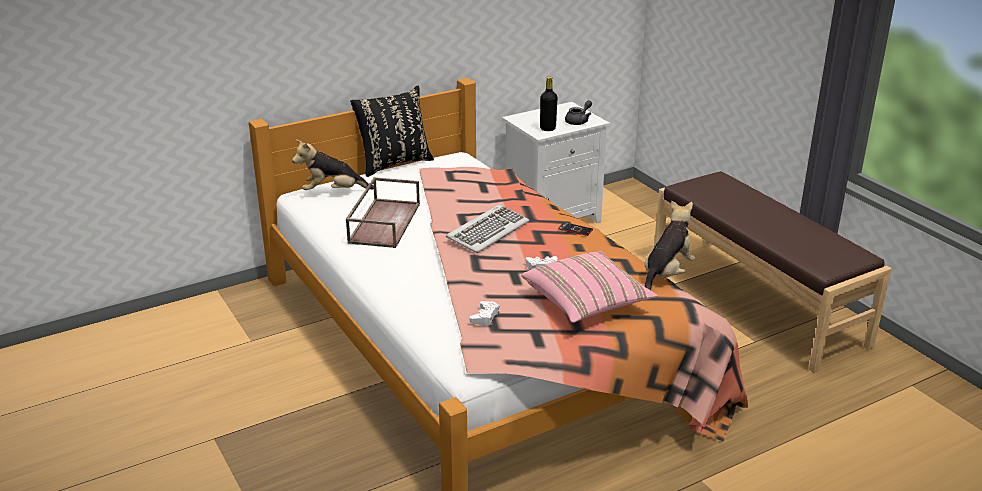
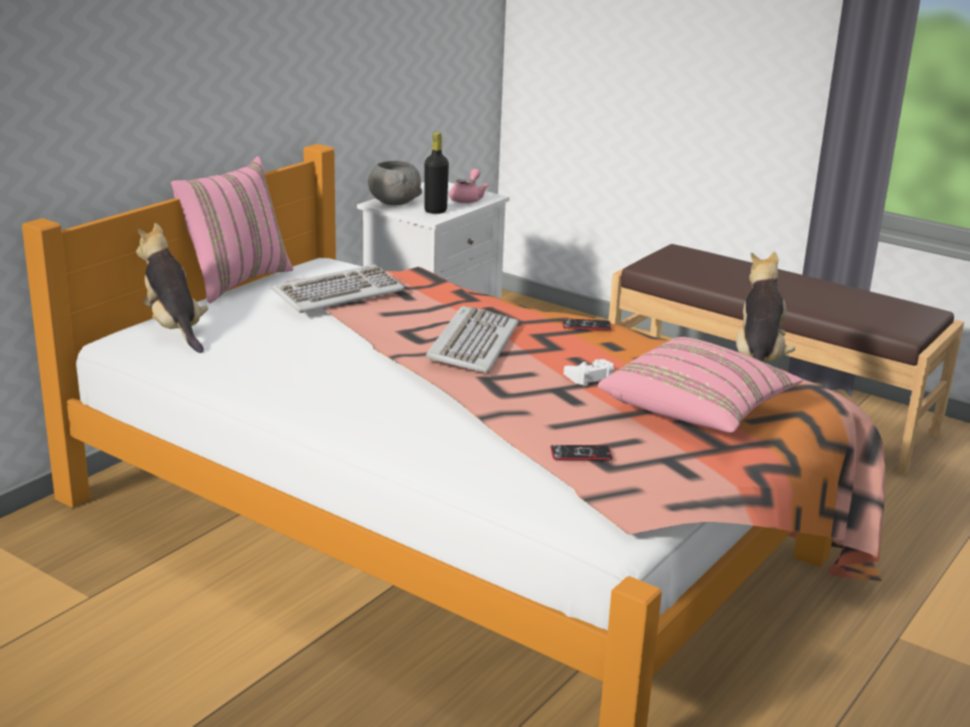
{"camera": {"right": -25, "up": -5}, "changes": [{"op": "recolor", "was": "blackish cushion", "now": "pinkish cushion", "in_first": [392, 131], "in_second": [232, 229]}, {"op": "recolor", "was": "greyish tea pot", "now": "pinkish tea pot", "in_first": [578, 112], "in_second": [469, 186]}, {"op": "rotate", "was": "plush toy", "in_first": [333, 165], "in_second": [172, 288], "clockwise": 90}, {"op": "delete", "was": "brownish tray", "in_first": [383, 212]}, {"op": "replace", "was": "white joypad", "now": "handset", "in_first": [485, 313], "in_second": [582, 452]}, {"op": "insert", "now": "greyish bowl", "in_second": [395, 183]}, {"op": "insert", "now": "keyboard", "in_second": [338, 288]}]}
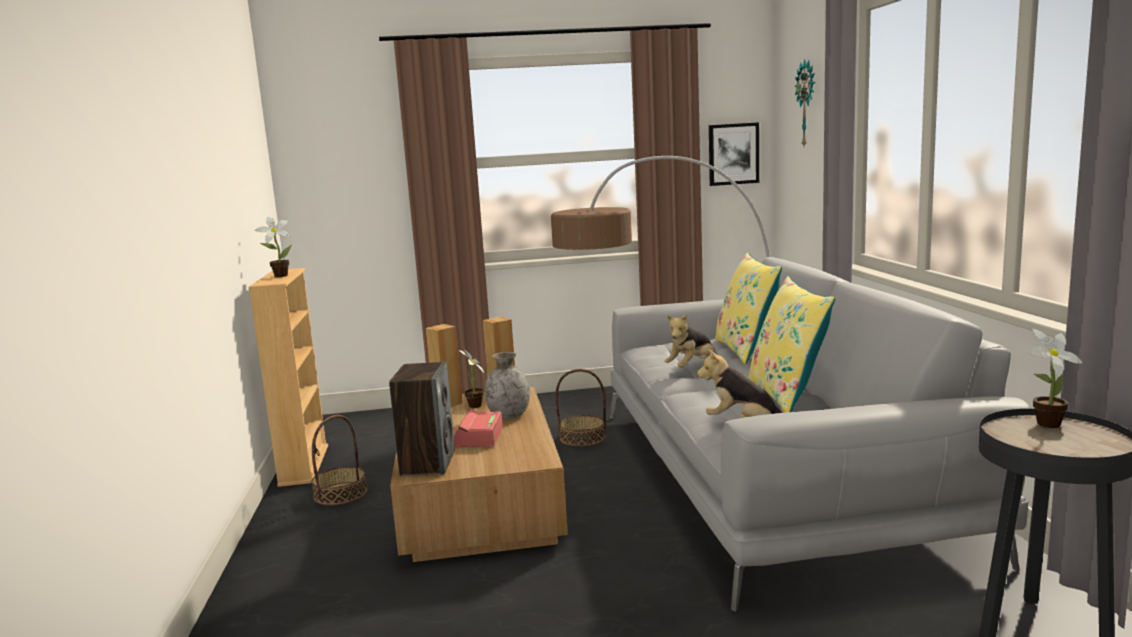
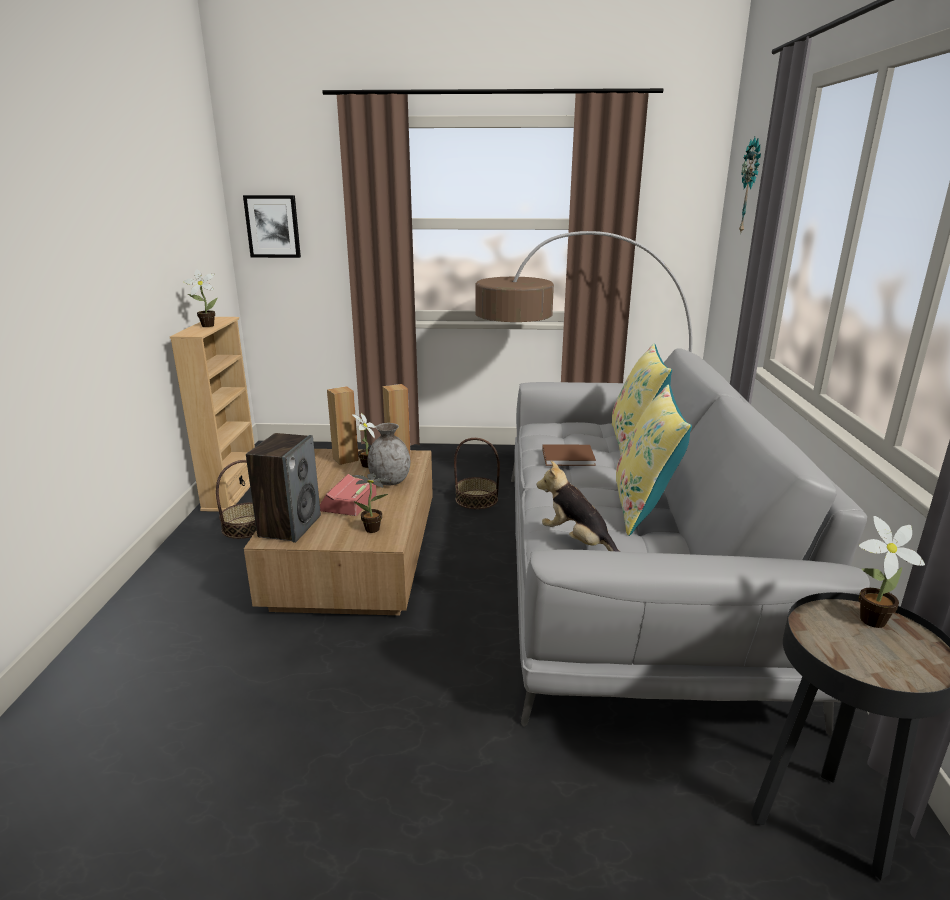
{"camera": {"right": 10, "up": 10}, "changes": [{"op": "move", "was": "wall picture", "in_first": [734, 154], "in_second": [272, 226]}, {"op": "replace", "was": "plush toy", "now": "brownish bound book", "in_first": [690, 340], "in_second": [569, 455]}, {"op": "insert", "now": "potted plant", "in_second": [370, 503]}]}
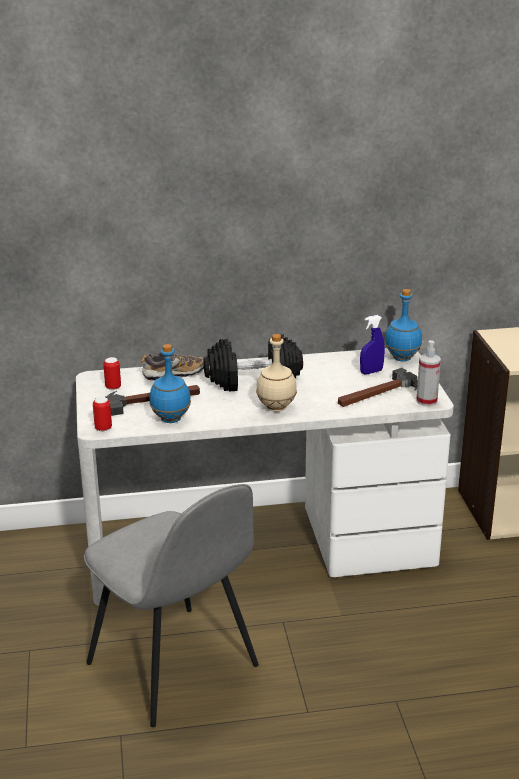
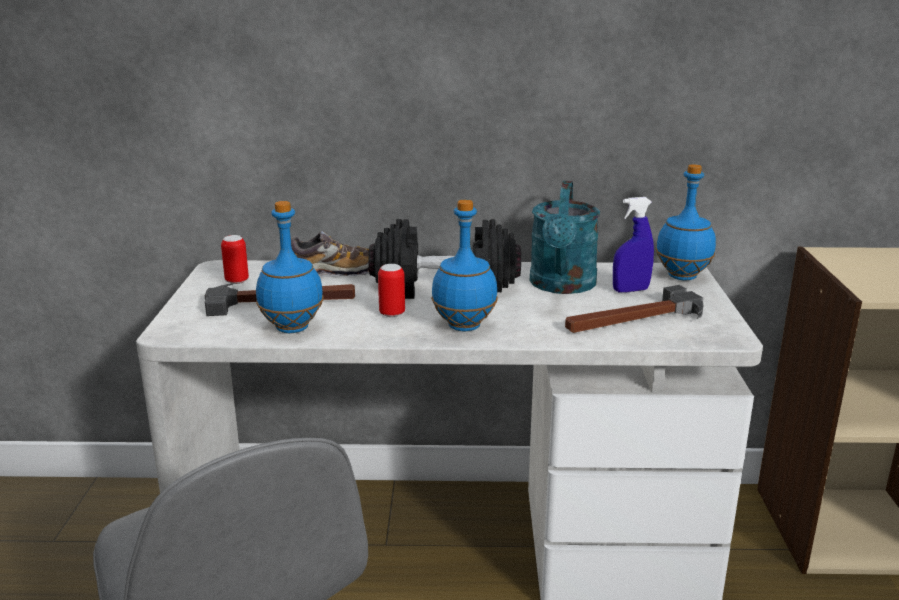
{"camera": {"right": 10, "up": -5}, "changes": [{"op": "recolor", "was": "beige bottle", "now": "blue-coloured bottle", "in_first": [276, 373], "in_second": [464, 265]}, {"op": "delete", "was": "sprayer", "in_first": [428, 373]}, {"op": "move", "was": "can", "in_first": [102, 414], "in_second": [391, 290]}, {"op": "insert", "now": "blue-green watering pot", "in_second": [564, 237]}]}
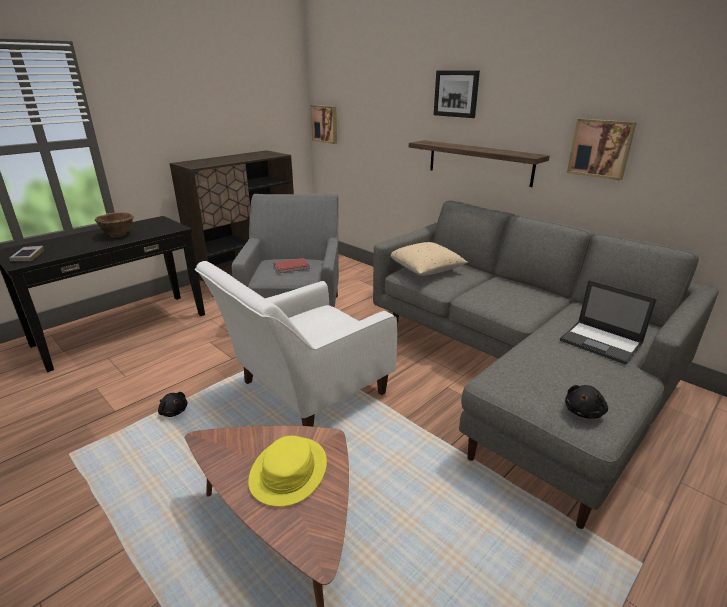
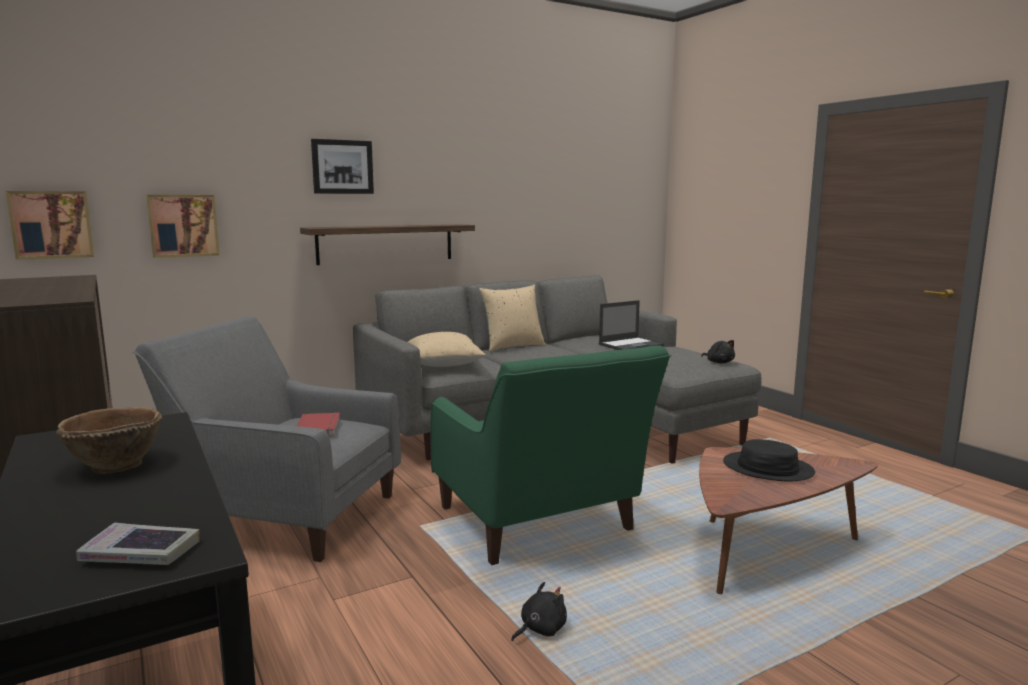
{"camera": {"right": -75, "up": -15}, "changes": [{"op": "move", "was": "wall picture", "in_first": [602, 149], "in_second": [183, 226]}, {"op": "recolor", "was": "white armchair", "now": "green-coloured armchair", "in_first": [296, 344], "in_second": [551, 455]}, {"op": "recolor", "was": "yellow clothing hat", "now": "blackish clothing hat", "in_first": [287, 471], "in_second": [769, 460]}, {"op": "insert", "now": "beige cushion", "in_second": [512, 318]}]}
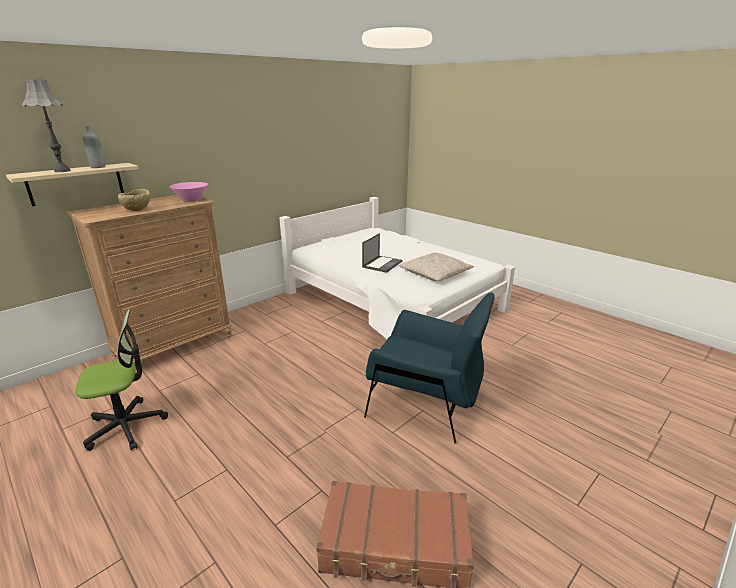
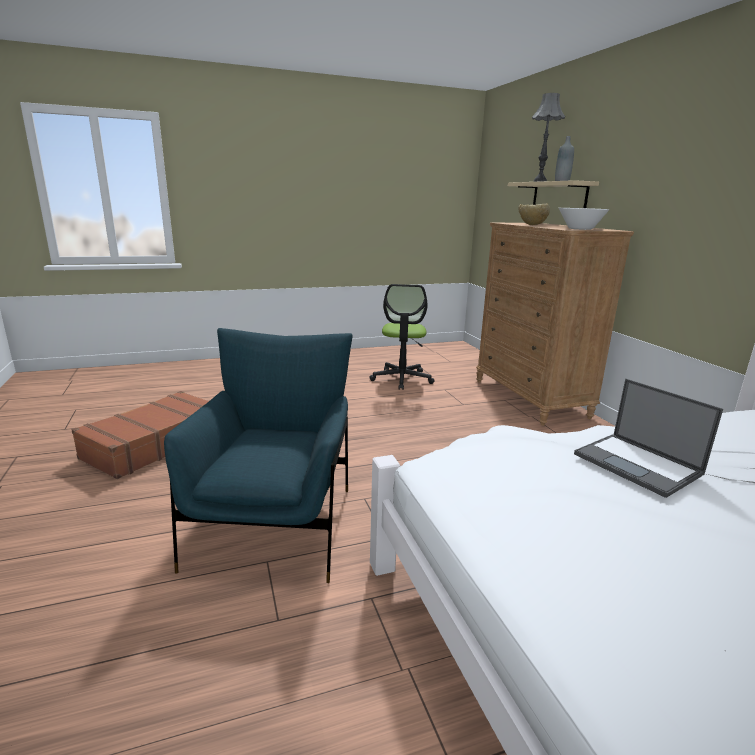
{"camera": {"right": 115, "up": -5}, "changes": [{"op": "recolor", "was": "pinkish bowl", "now": "white bowl", "in_first": [189, 192], "in_second": [584, 219]}, {"op": "delete", "was": "beige cushion", "in_first": [436, 267]}, {"op": "rotate", "was": "blue-coloured armchair", "in_first": [429, 368], "in_second": [258, 455], "clockwise": 135}]}
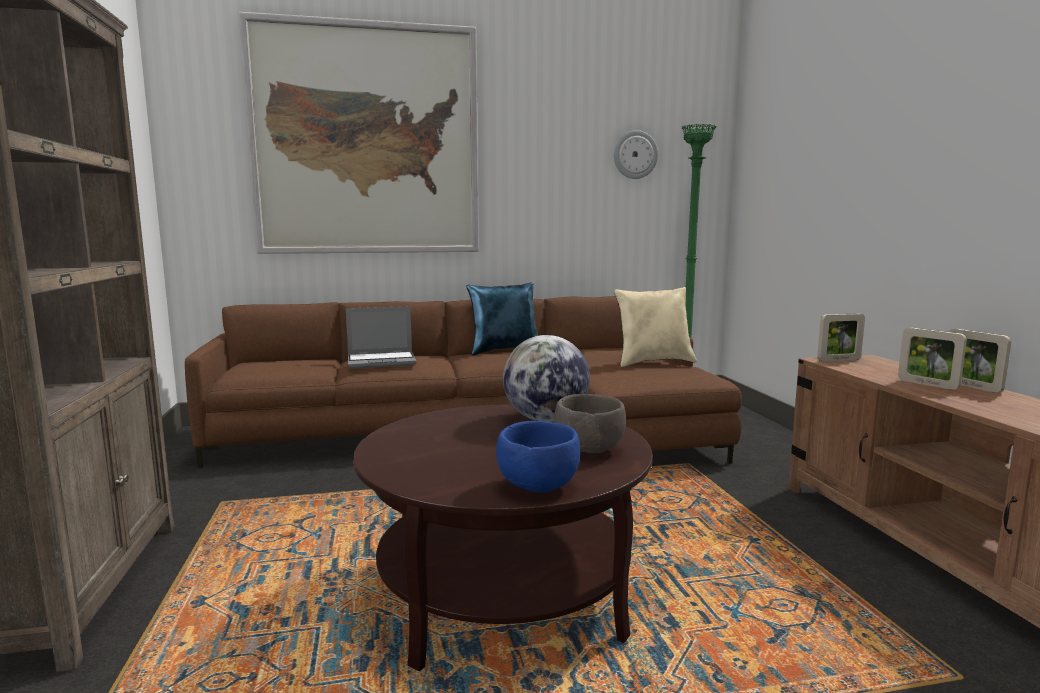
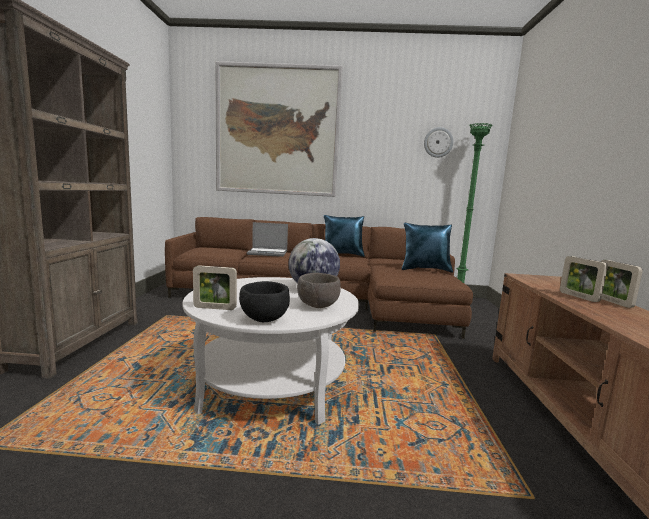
{"camera": {"right": 15, "up": 0}, "changes": [{"op": "recolor", "was": "beige cushion", "now": "blue-coloured cushion", "in_first": [655, 327], "in_second": [427, 248]}, {"op": "move", "was": "standing frame", "in_first": [841, 337], "in_second": [215, 287]}, {"op": "recolor", "was": "brownish coffee table", "now": "white coffee table", "in_first": [503, 538], "in_second": [271, 351]}, {"op": "recolor", "was": "blue-coloured bowl", "now": "blackish bowl", "in_first": [538, 457], "in_second": [264, 301]}]}
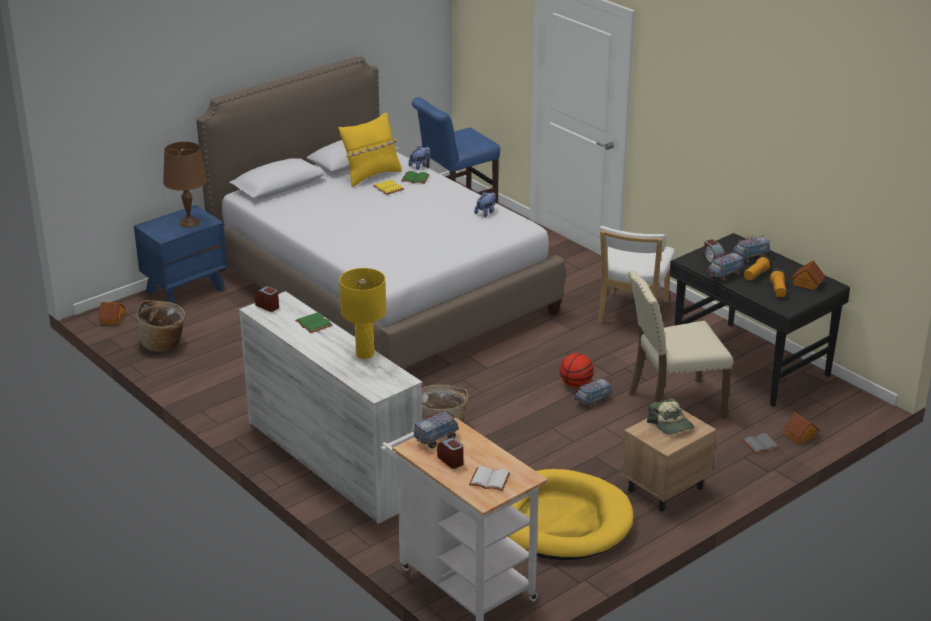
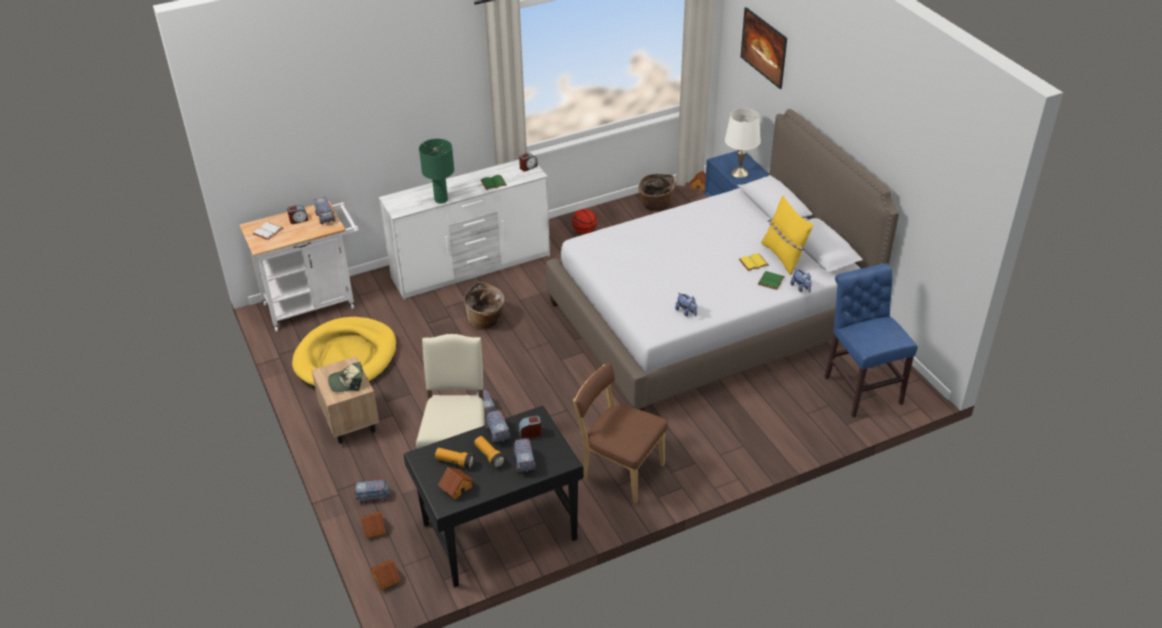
{"camera": {"right": 105, "up": 10}, "changes": [{"op": "recolor", "was": "brownish tabletop lamp", "now": "white tabletop lamp", "in_first": [185, 185], "in_second": [743, 143]}, {"op": "recolor", "was": "white plain chair", "now": "brownish plain chair", "in_first": [636, 274], "in_second": [620, 433]}, {"op": "recolor", "was": "yellow tabletop lamp", "now": "green-coloured tabletop lamp", "in_first": [362, 313], "in_second": [436, 171]}, {"op": "move", "was": "basketball", "in_first": [577, 370], "in_second": [584, 221]}, {"op": "replace", "was": "greyish bound book", "now": "toy truck", "in_first": [761, 443], "in_second": [373, 491]}, {"op": "insert", "now": "wall picture", "in_second": [763, 48]}, {"op": "insert", "now": "toy house", "in_second": [385, 575]}]}
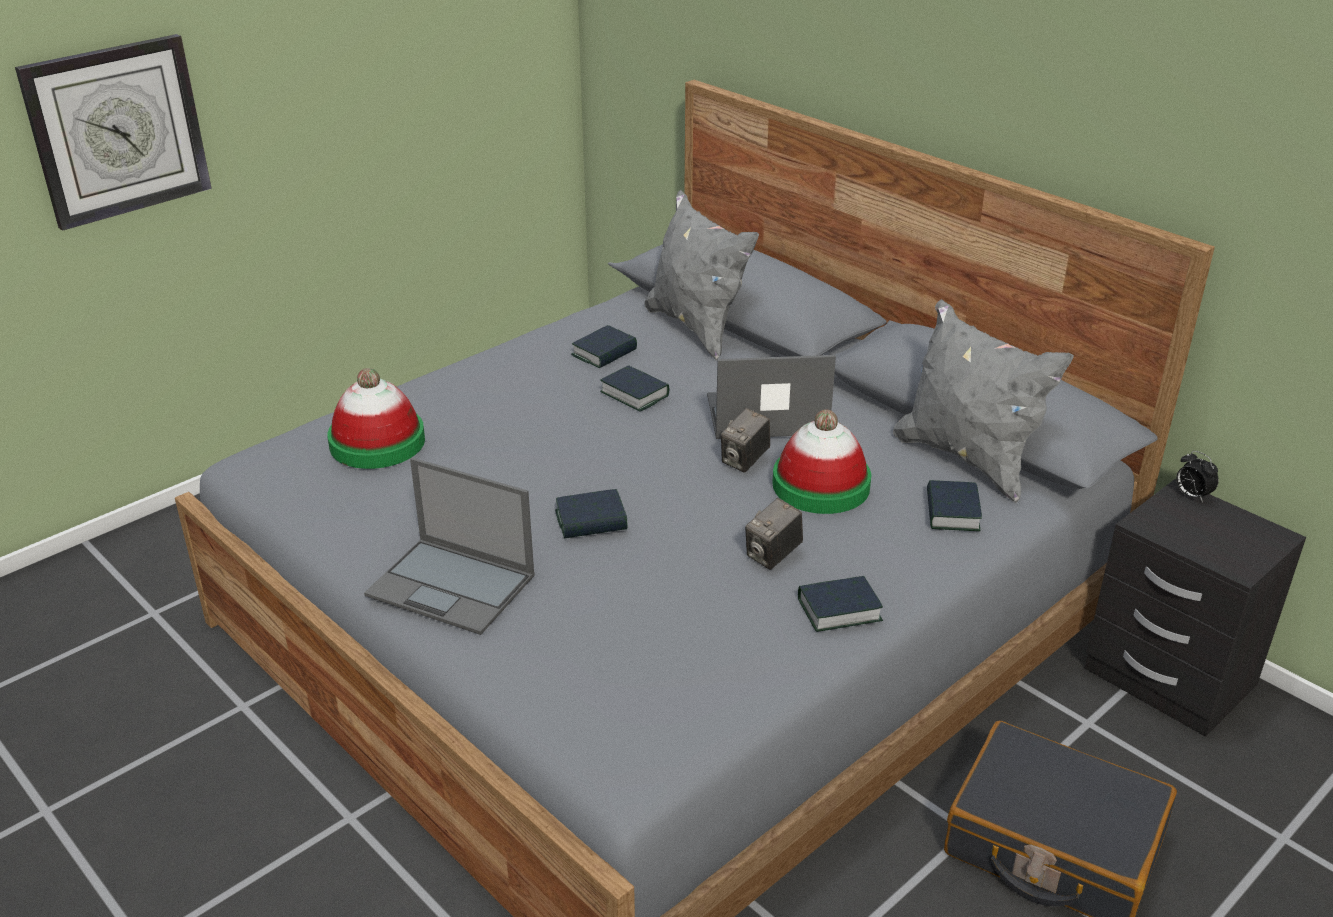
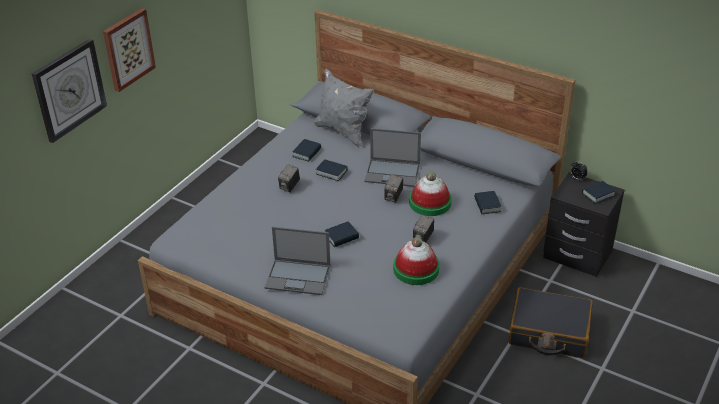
{"camera": {"right": -15, "up": 5}, "changes": [{"op": "delete", "was": "greyish cushion", "in_first": [983, 401]}, {"op": "rotate", "was": "laptop", "in_first": [771, 397], "in_second": [392, 157], "clockwise": -150}, {"op": "move", "was": "clothing hat", "in_first": [376, 418], "in_second": [416, 261]}, {"op": "move", "was": "bound book", "in_first": [840, 604], "in_second": [599, 192]}, {"op": "insert", "now": "wall picture", "in_second": [129, 50]}, {"op": "insert", "now": "photo camera", "in_second": [289, 178]}]}
